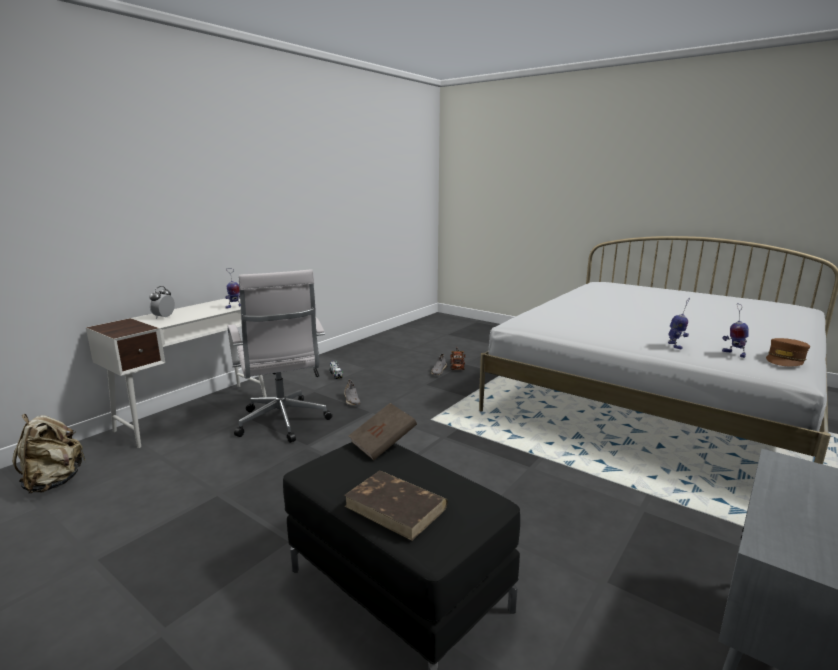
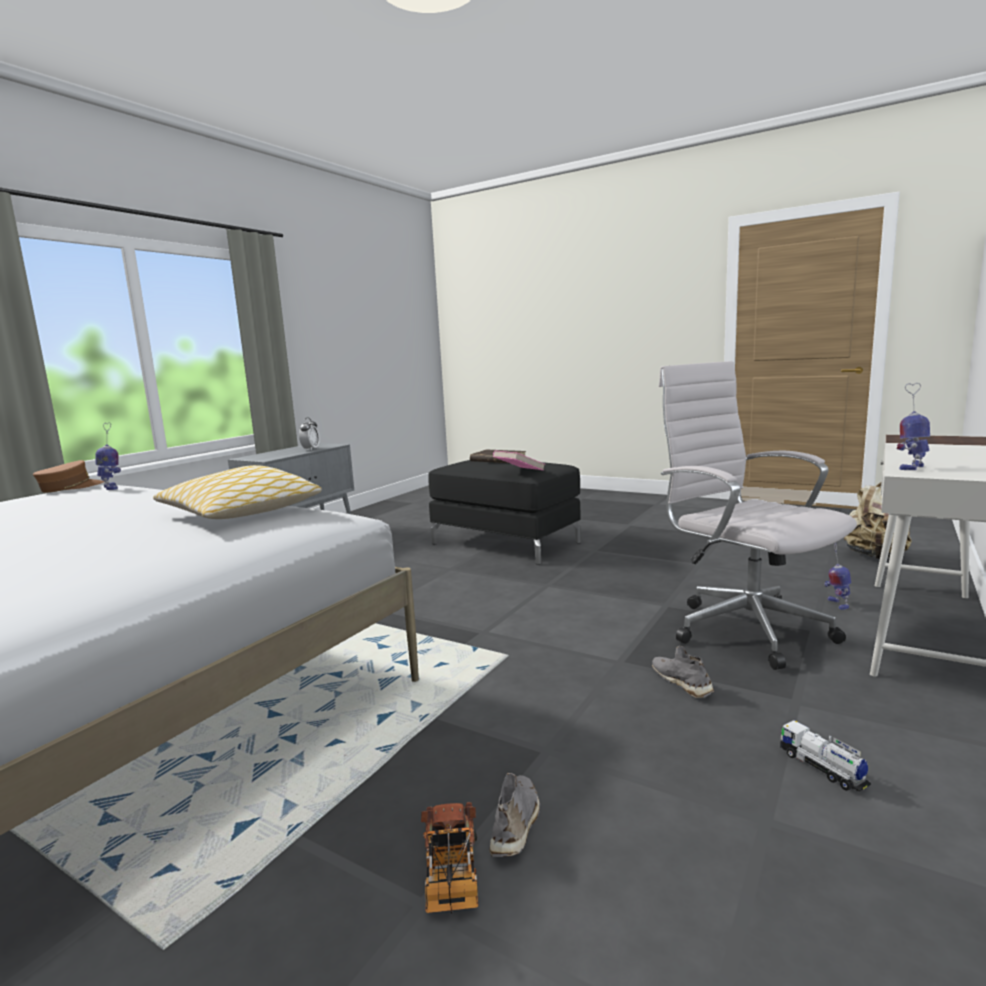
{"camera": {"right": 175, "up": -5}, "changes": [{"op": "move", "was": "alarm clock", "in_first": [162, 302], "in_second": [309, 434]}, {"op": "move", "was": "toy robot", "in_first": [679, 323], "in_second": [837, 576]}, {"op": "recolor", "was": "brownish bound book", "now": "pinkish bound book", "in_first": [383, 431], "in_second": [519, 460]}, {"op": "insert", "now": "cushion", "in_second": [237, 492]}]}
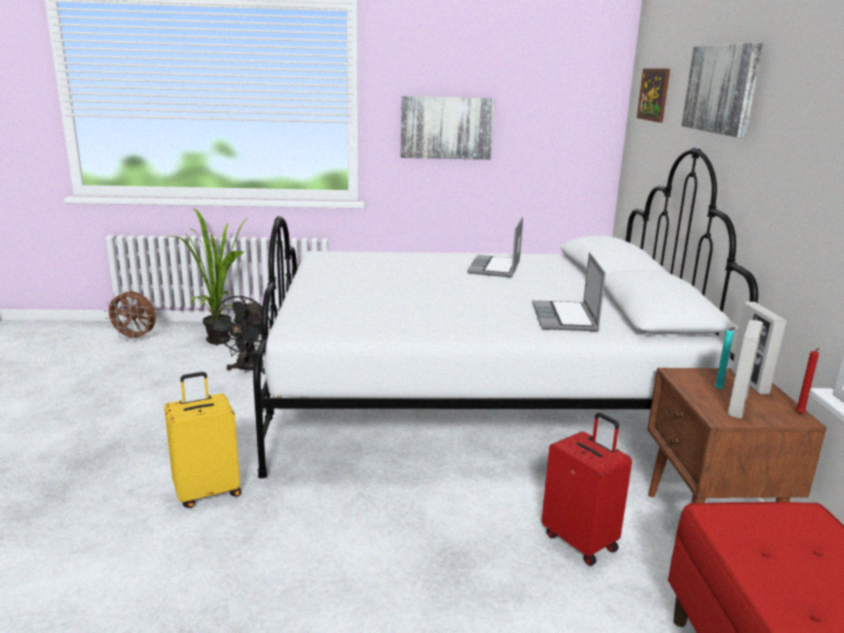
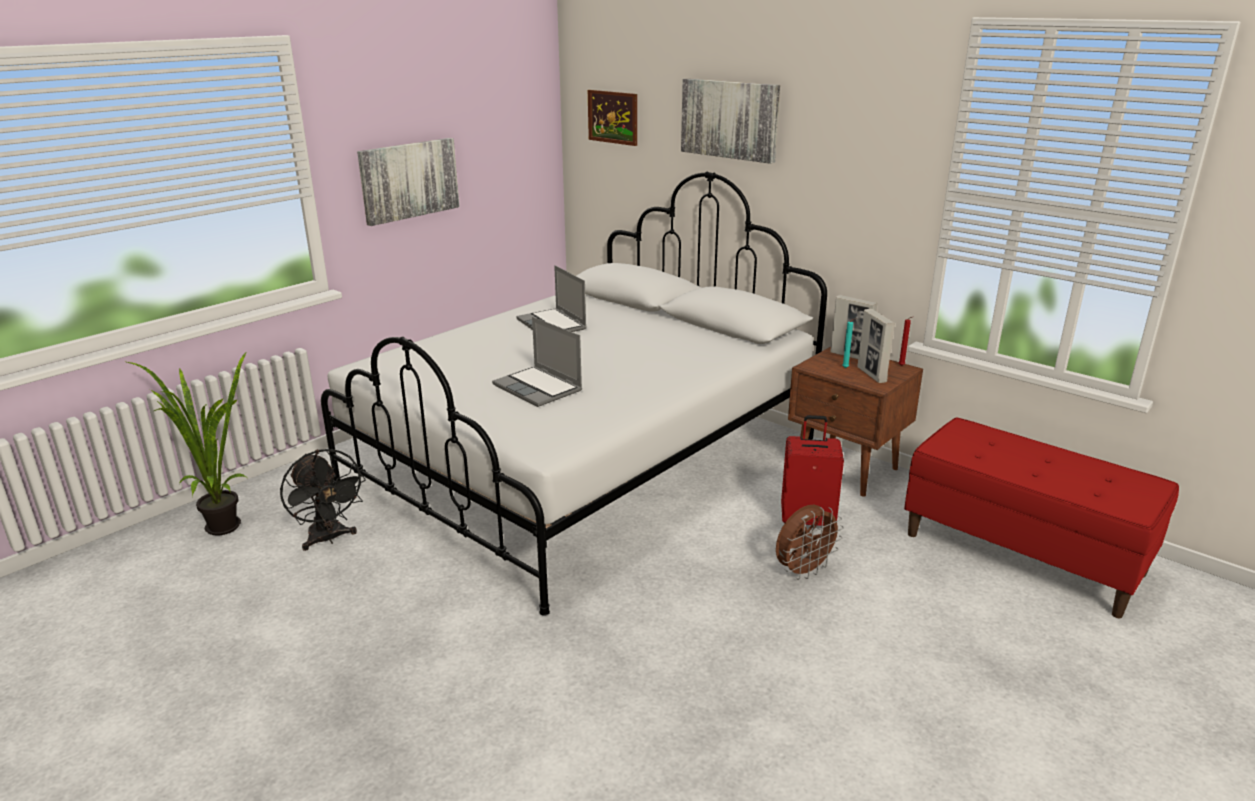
{"camera": {"right": -45, "up": 5}, "changes": [{"op": "move", "was": "laptop", "in_first": [569, 291], "in_second": [537, 362]}, {"op": "move", "was": "brownish electric fan", "in_first": [130, 316], "in_second": [810, 542]}, {"op": "delete", "was": "yellow suitcase", "in_first": [202, 440]}]}
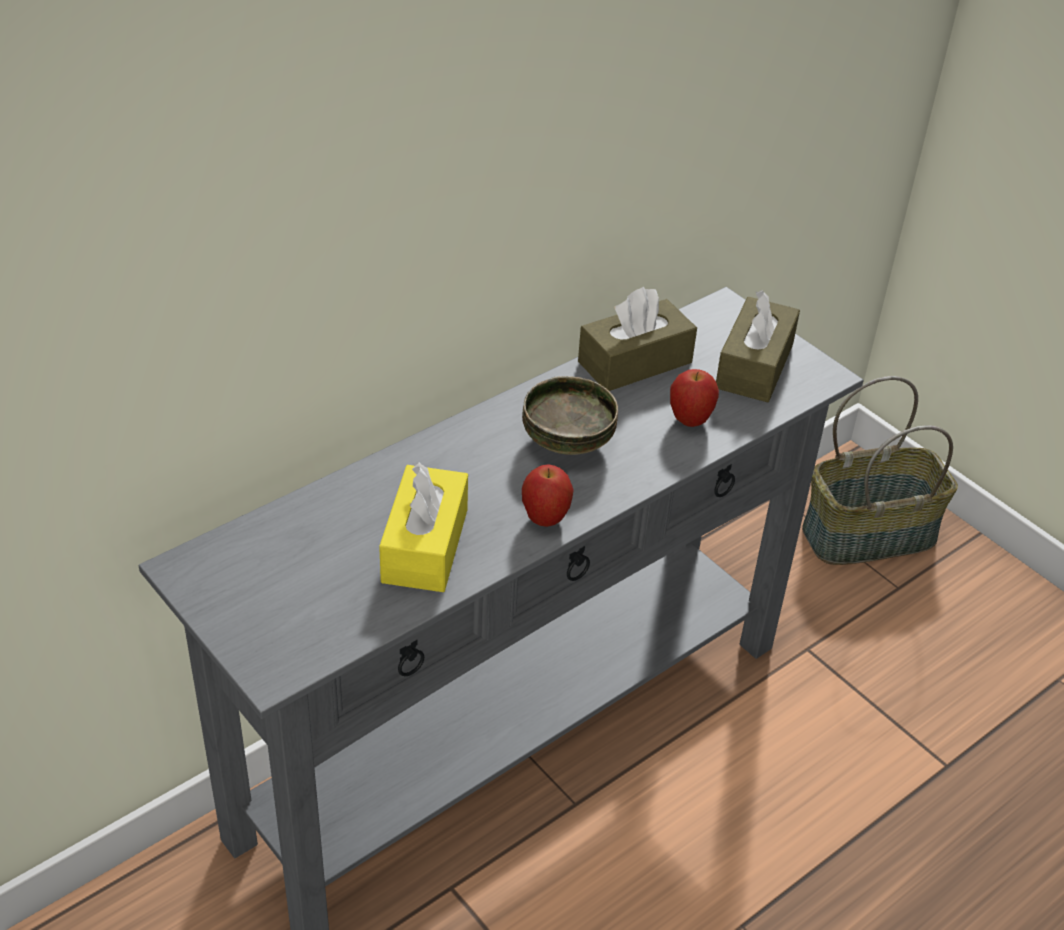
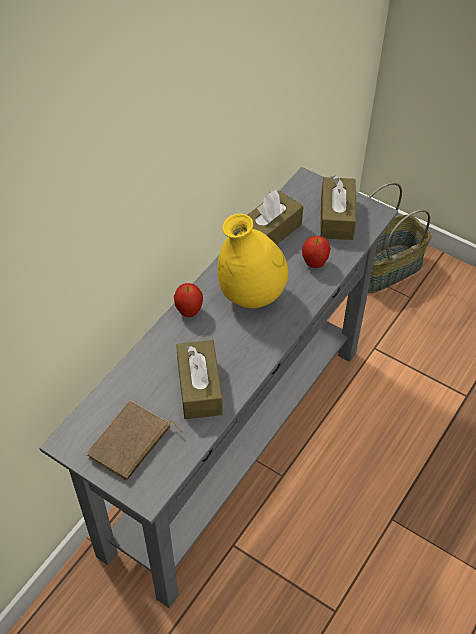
{"camera": {"right": -15, "up": 10}, "changes": [{"op": "replace", "was": "bowl", "now": "yellow vase", "in_first": [570, 415], "in_second": [253, 260]}, {"op": "recolor", "was": "yellow tissue box", "now": "brownish tissue box", "in_first": [423, 527], "in_second": [199, 379]}, {"op": "move", "was": "whole apple", "in_first": [548, 495], "in_second": [188, 300]}, {"op": "insert", "now": "brownish bound book", "in_second": [134, 440]}]}
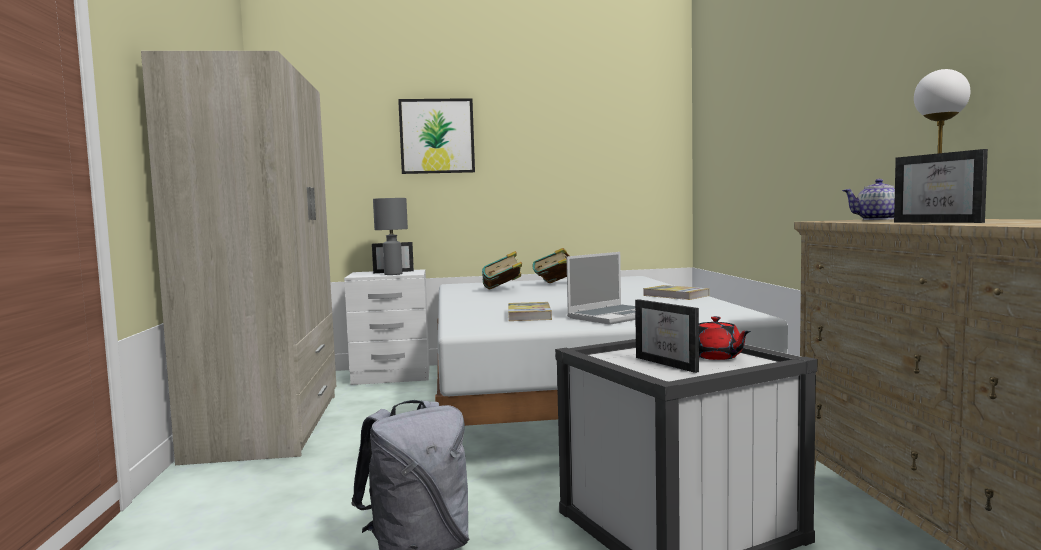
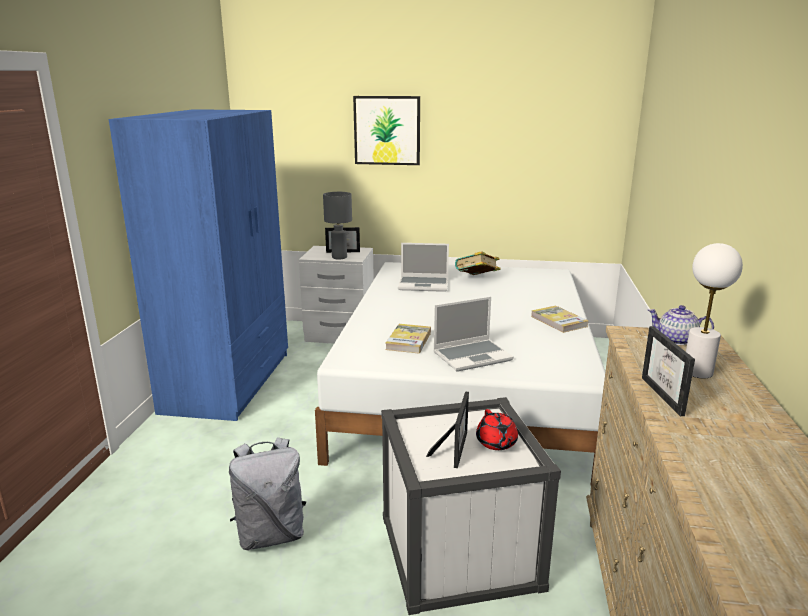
{"camera": {"right": 15, "up": 15}, "changes": [{"op": "recolor", "was": "beige clothes cupboard", "now": "blue-coloured clothes cupboard", "in_first": [238, 258], "in_second": [198, 265]}, {"op": "replace", "was": "bound book", "now": "laptop", "in_first": [502, 270], "in_second": [423, 267]}, {"op": "rotate", "was": "standing frame", "in_first": [667, 336], "in_second": [447, 429], "clockwise": -150}]}
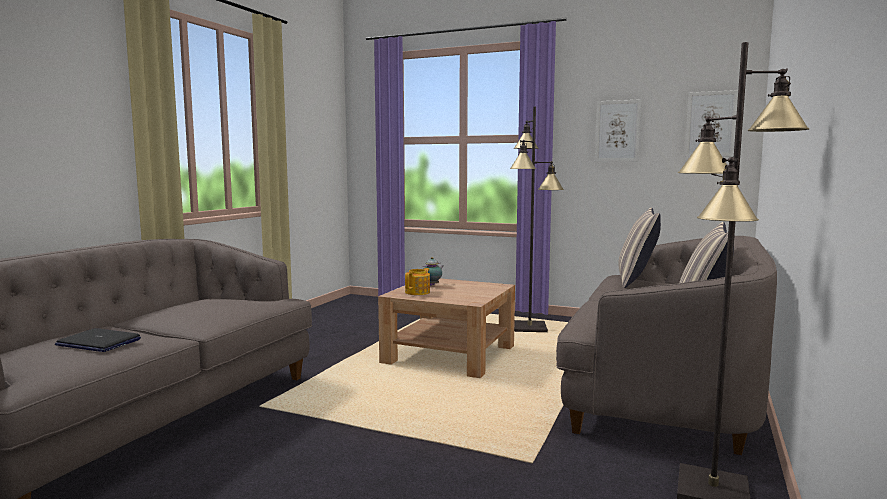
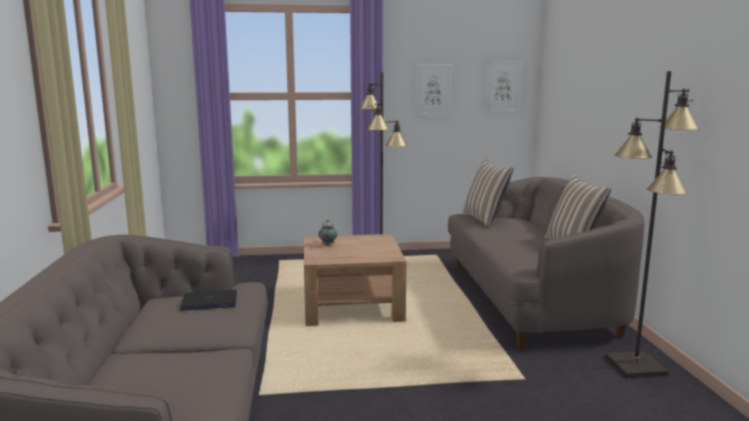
{"camera": {"right": -30, "up": 5}, "changes": [{"op": "delete", "was": "tea pot", "in_first": [417, 281]}, {"op": "move", "was": "laptop", "in_first": [98, 340], "in_second": [208, 300]}]}
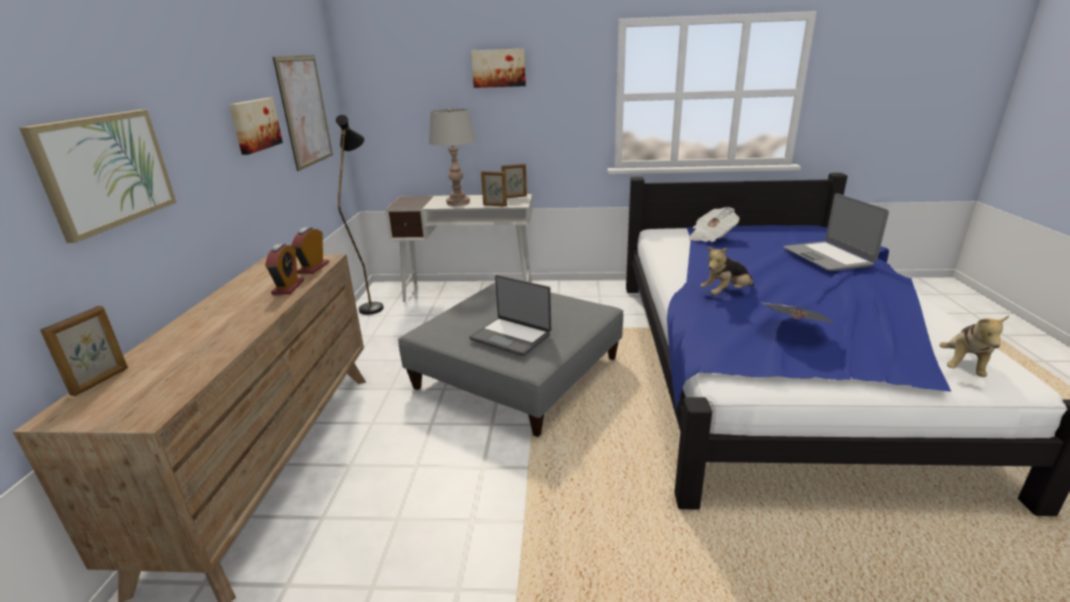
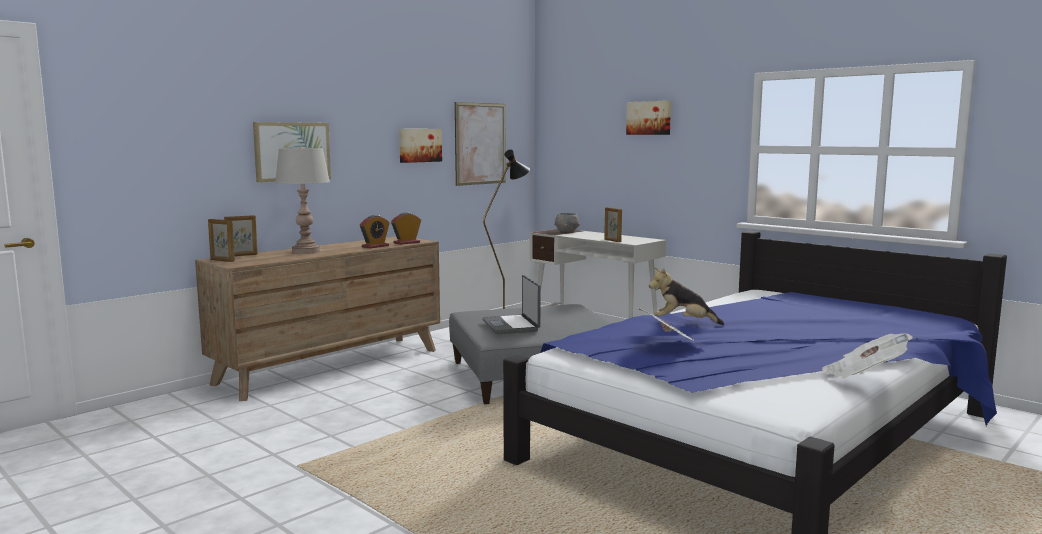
{"camera": {"right": 40, "up": -15}, "changes": [{"op": "move", "was": "greyish tabletop lamp", "in_first": [452, 157], "in_second": [302, 200]}, {"op": "move", "was": "standing frame", "in_first": [514, 181], "in_second": [221, 240]}, {"op": "delete", "was": "laptop", "in_first": [836, 232]}, {"op": "move", "was": "newspaper", "in_first": [713, 224], "in_second": [867, 355]}, {"op": "delete", "was": "plush toy", "in_first": [974, 346]}, {"op": "insert", "now": "greyish bowl", "in_second": [567, 222]}]}
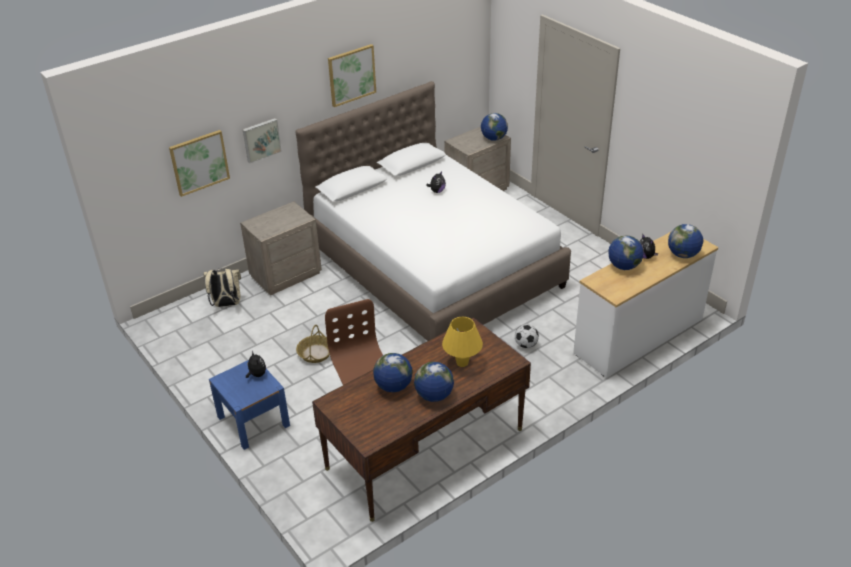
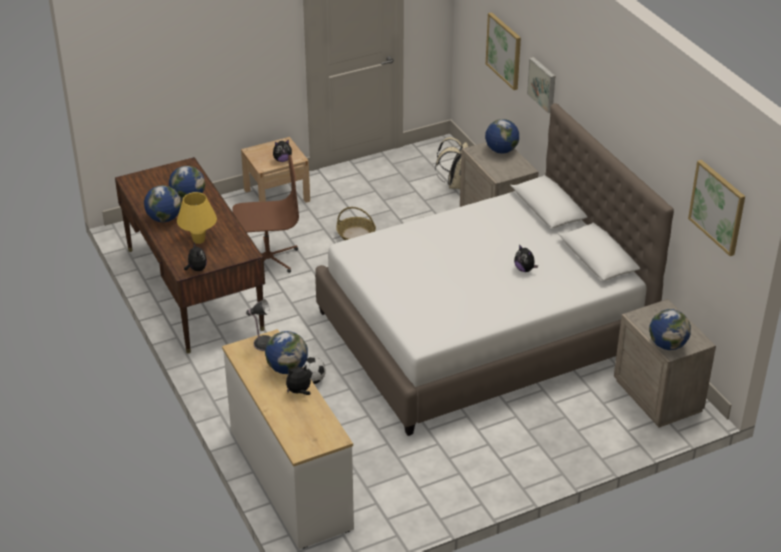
{"camera": {"right": 100, "up": 0}, "changes": [{"op": "move", "was": "wall picture", "in_first": [352, 75], "in_second": [716, 208]}, {"op": "move", "was": "world globe", "in_first": [685, 241], "in_second": [502, 136]}, {"op": "recolor", "was": "blue-coloured bedside table", "now": "beige bedside table", "in_first": [249, 405], "in_second": [275, 169]}, {"op": "insert", "now": "plush toy", "in_second": [195, 256]}, {"op": "insert", "now": "tabletop lamp", "in_second": [259, 325]}]}
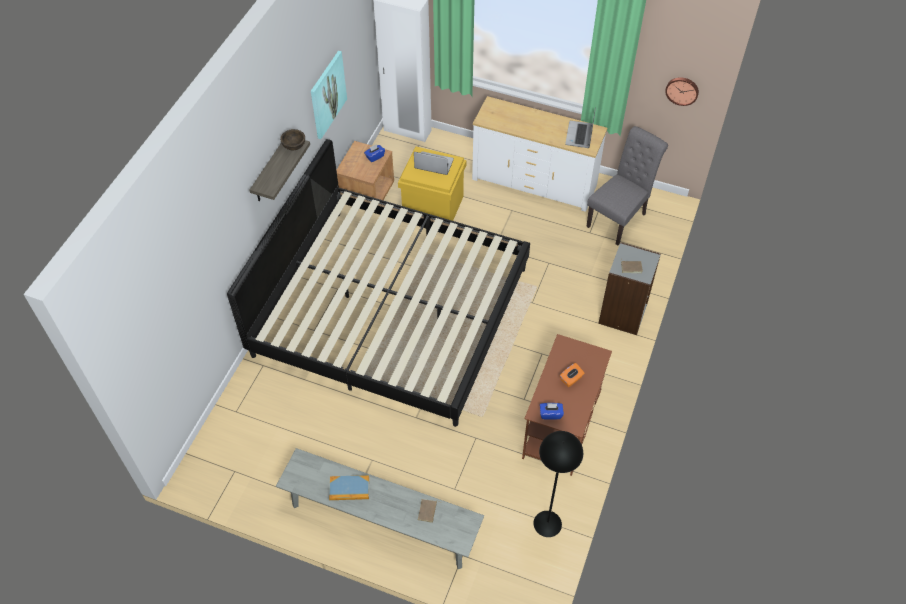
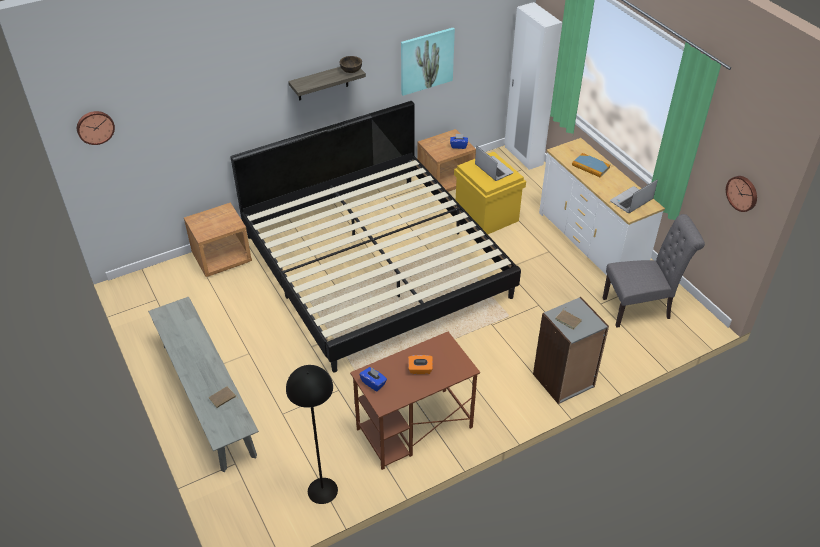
{"camera": {"right": 40, "up": -10}, "changes": [{"op": "move", "was": "bound book", "in_first": [349, 487], "in_second": [591, 165]}, {"op": "insert", "now": "clock on the wall", "in_second": [96, 128]}, {"op": "insert", "now": "brownish bedside table", "in_second": [218, 239]}]}
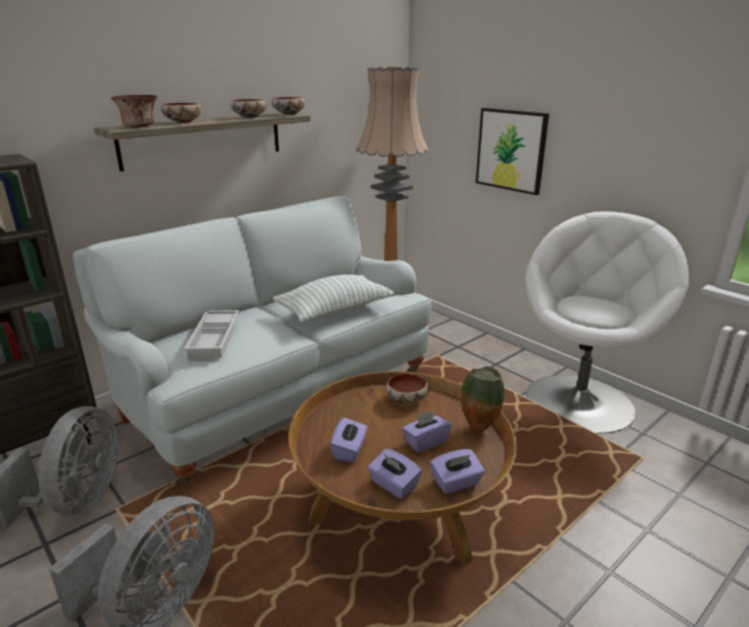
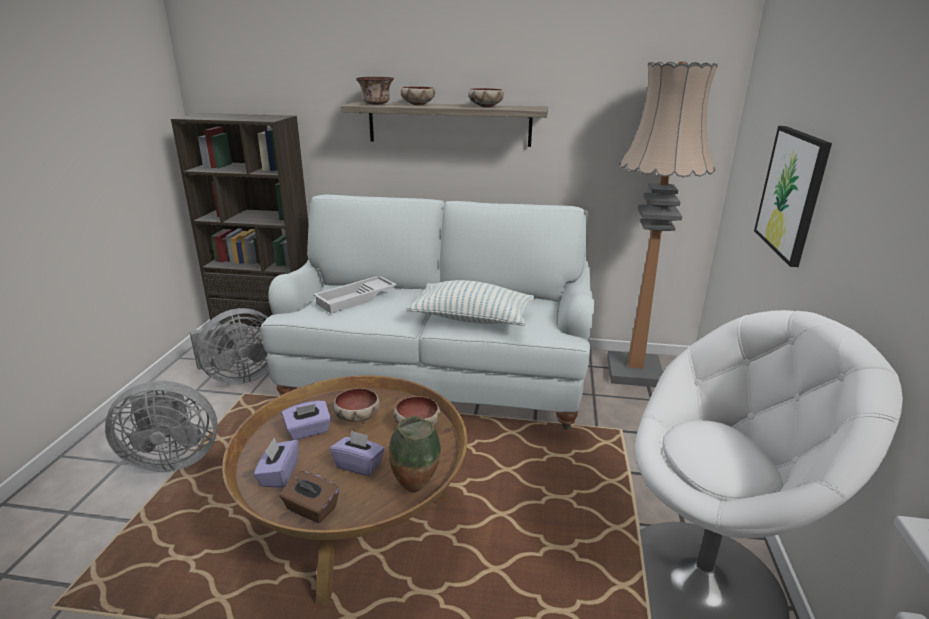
{"camera": {"right": 50, "up": 0}, "changes": [{"op": "move", "was": "bowl", "in_first": [288, 106], "in_second": [356, 405]}, {"op": "recolor", "was": "purple-coloured tissue box", "now": "brownish tissue box", "in_first": [457, 471], "in_second": [309, 497]}]}
